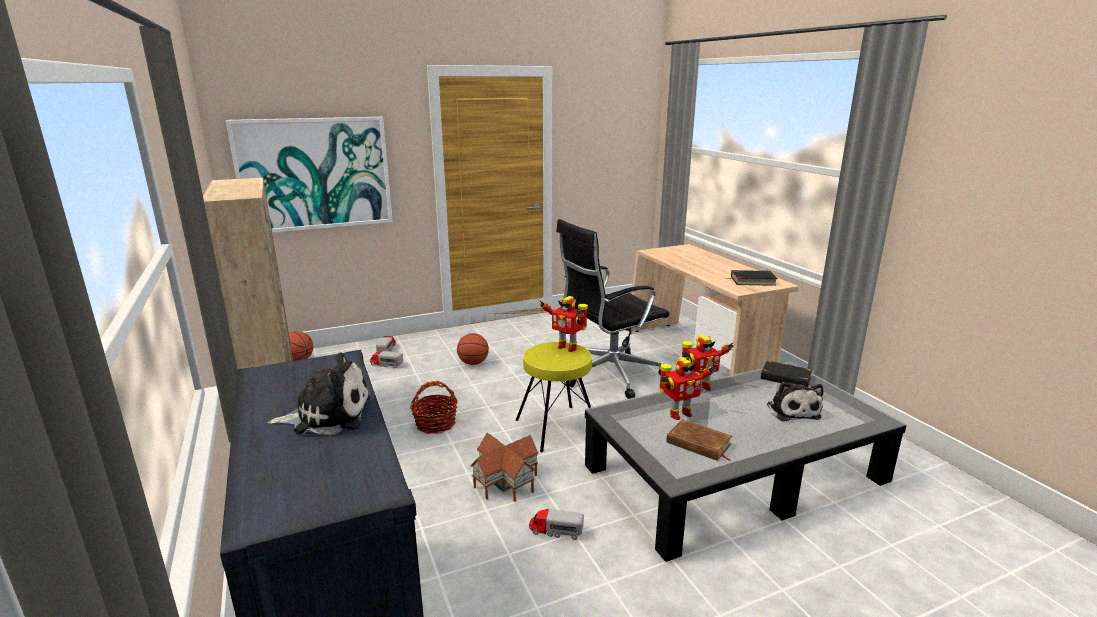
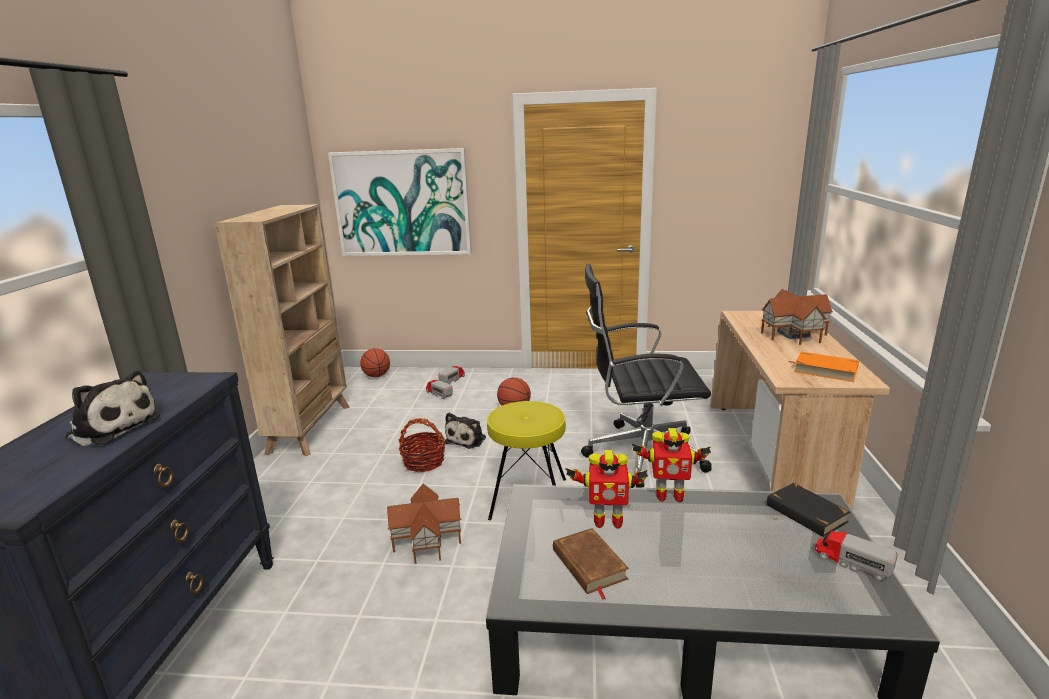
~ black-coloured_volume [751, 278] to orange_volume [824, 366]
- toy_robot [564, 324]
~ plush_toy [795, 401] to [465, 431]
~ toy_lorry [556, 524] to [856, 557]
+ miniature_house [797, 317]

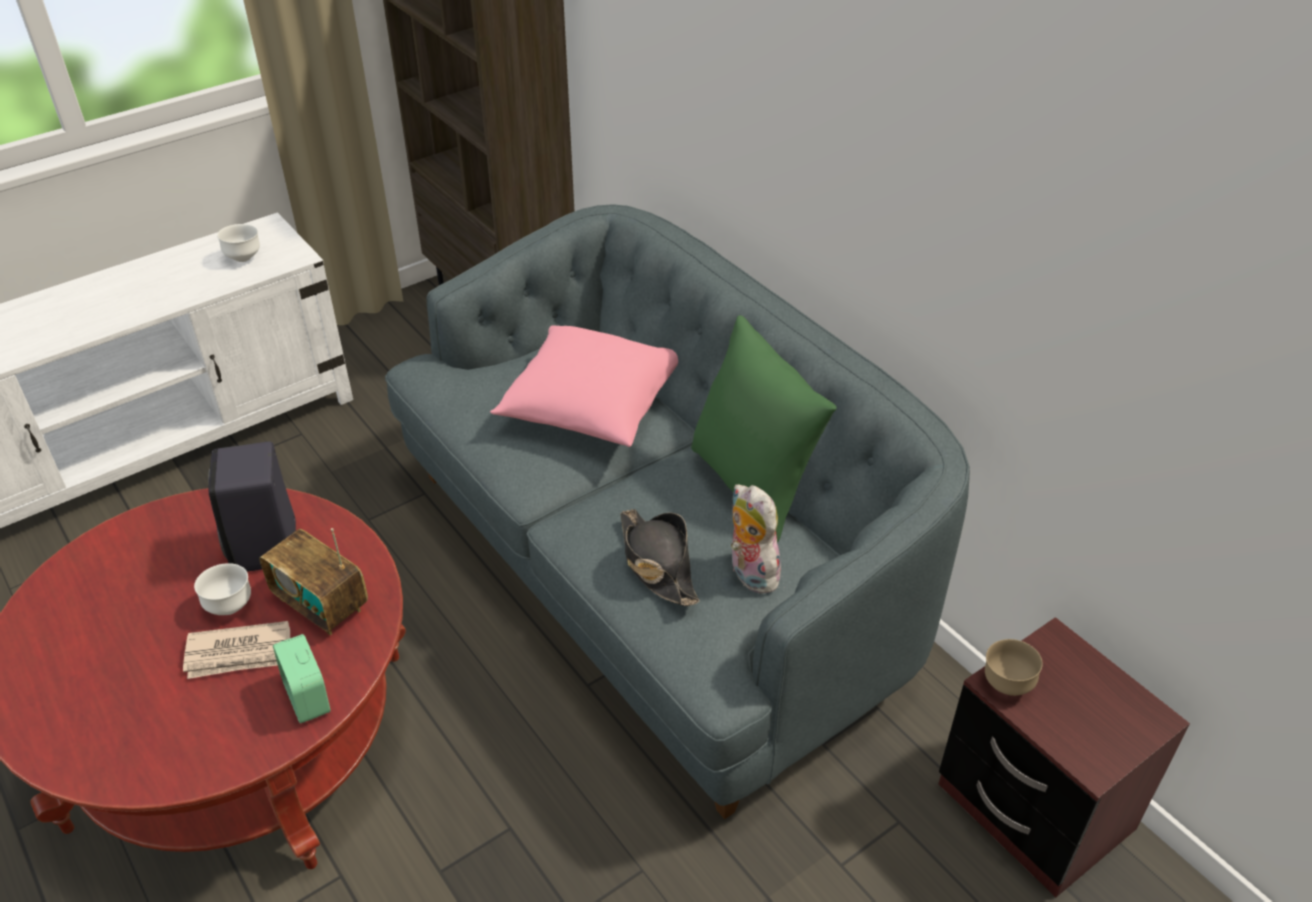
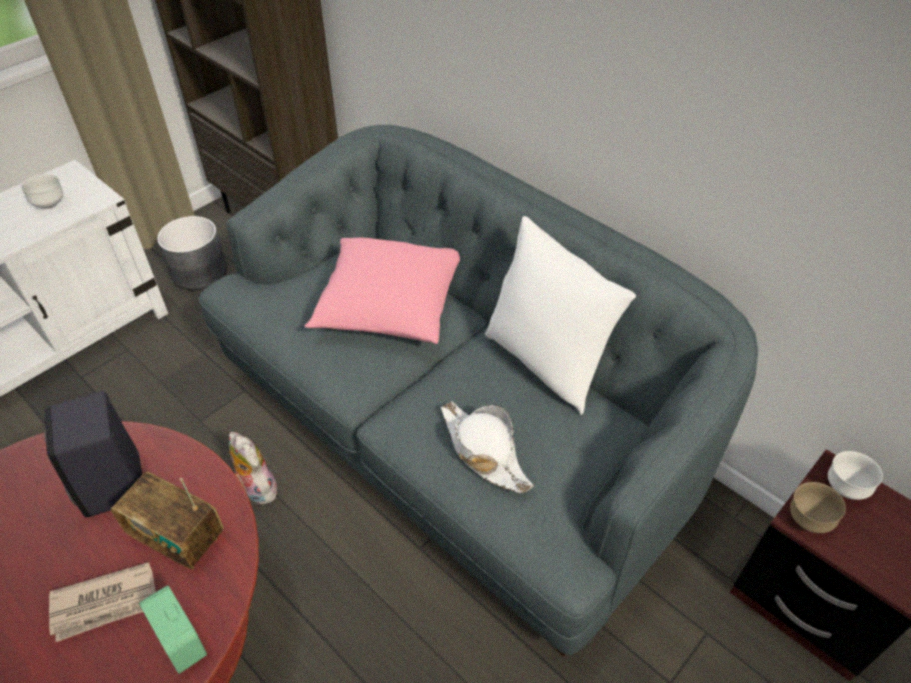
~ greenish_pillow [764, 428] to white_pillow [560, 315]
~ plush_toy [756, 538] to [253, 468]
~ black-coloured_wearable_hat [659, 557] to white_wearable_hat [487, 447]
~ white_serving_bowl [222, 589] to [855, 475]
+ gray_plant_pot [192, 253]

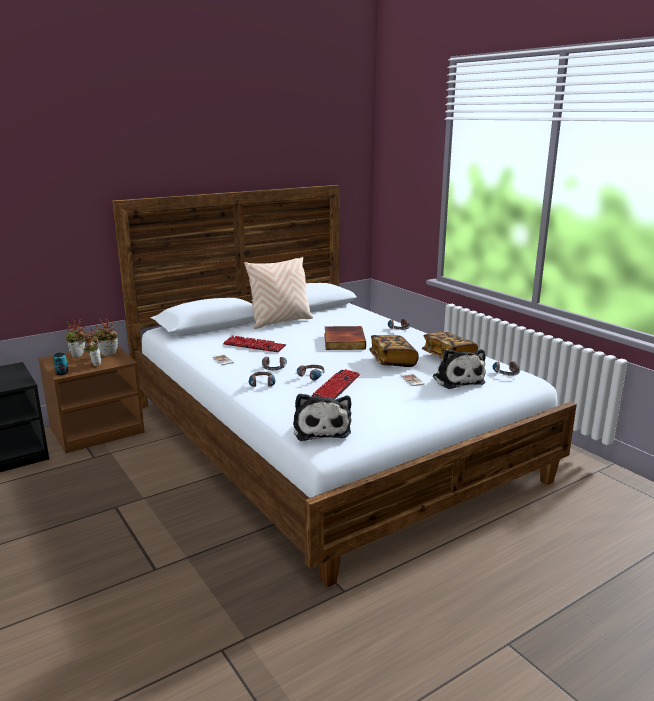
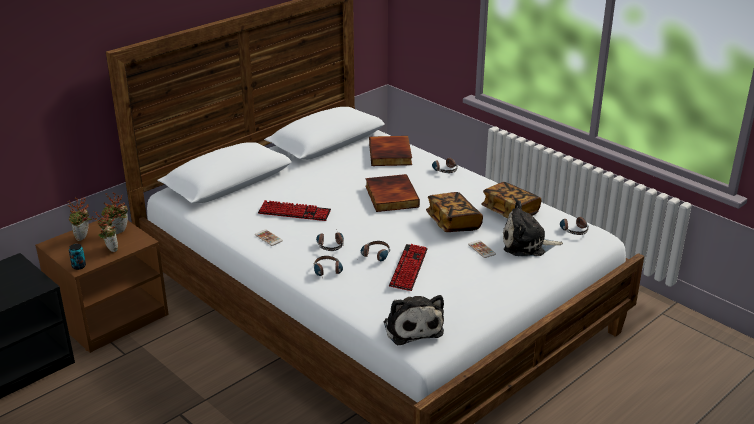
- beige_pillow [278, 293]
~ plush_toy [459, 369] = [533, 228] 120 degrees clockwise
+ volume [390, 151]

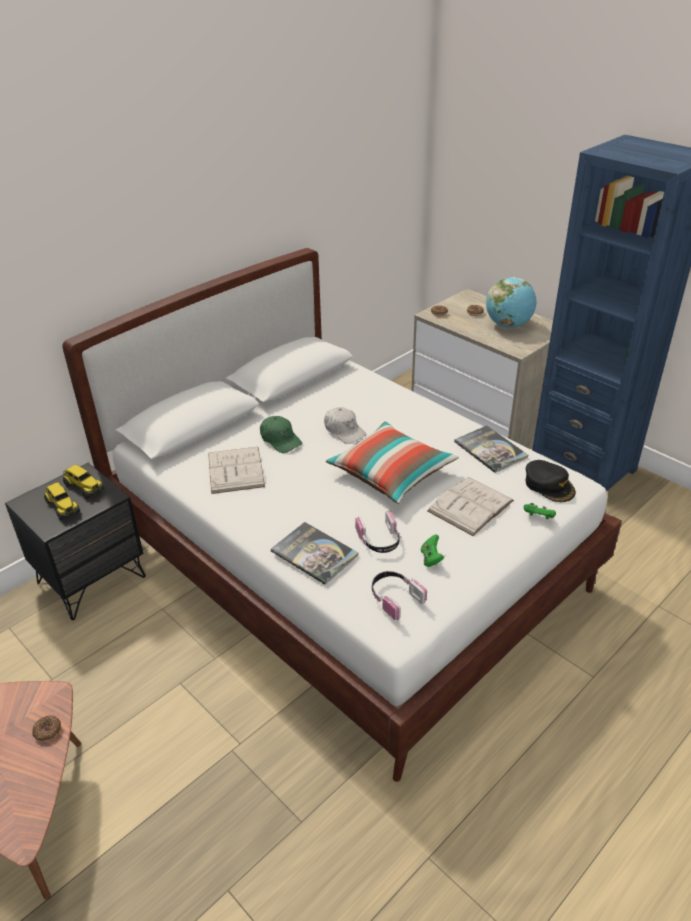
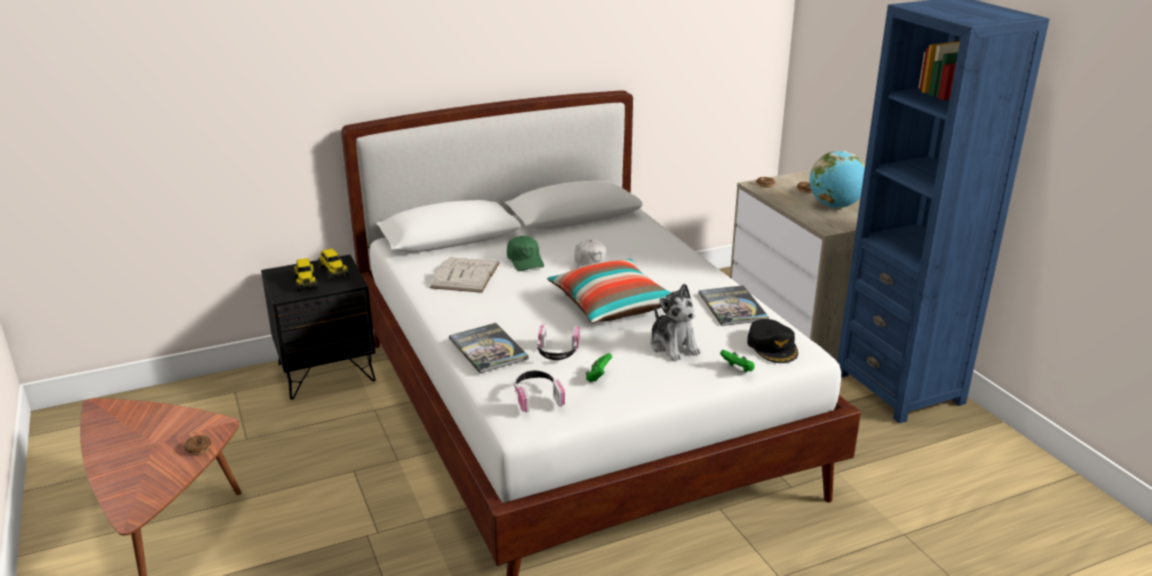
~ white_volume [470, 506] to plush_toy [675, 322]

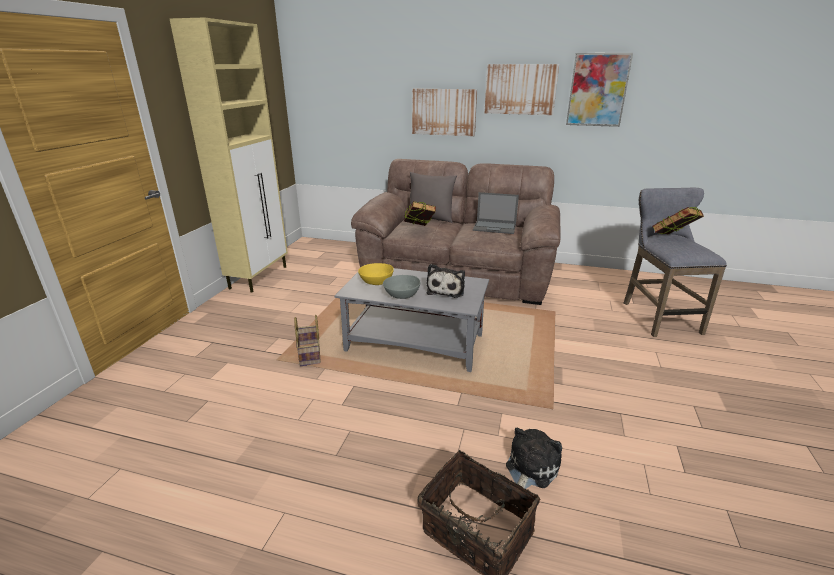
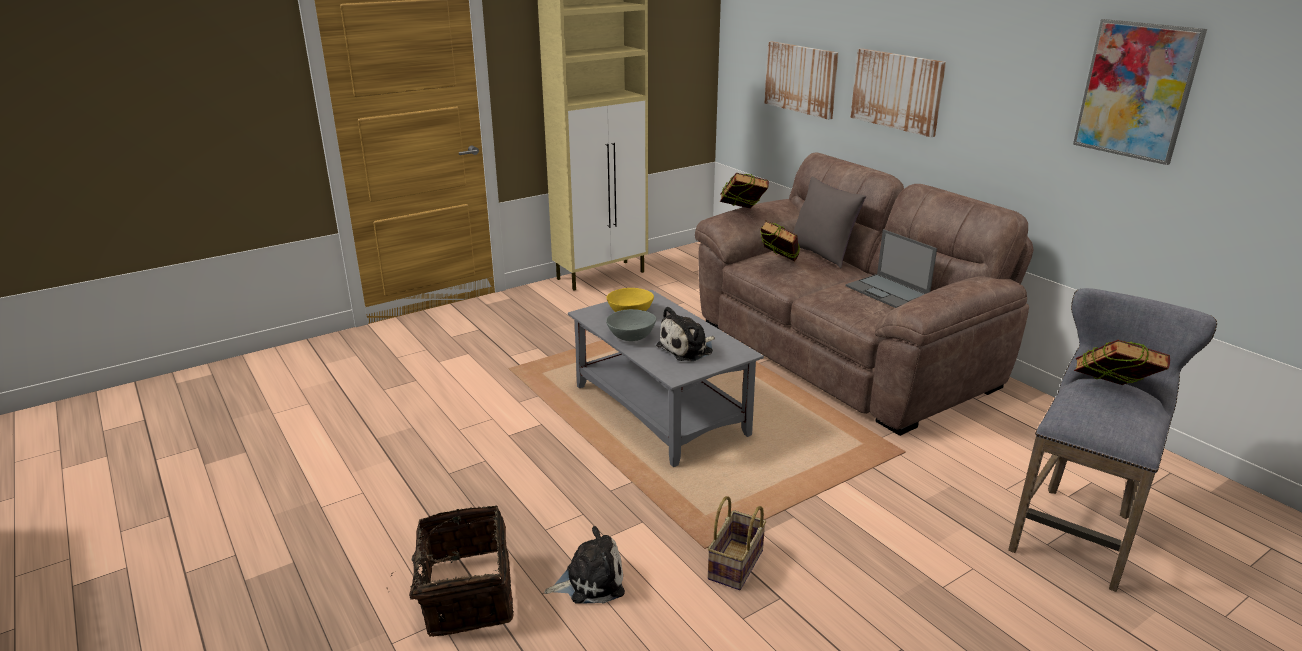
~ wall_art [521, 89] to [802, 80]
~ storage_basket [307, 340] to [737, 543]
+ volume [744, 191]

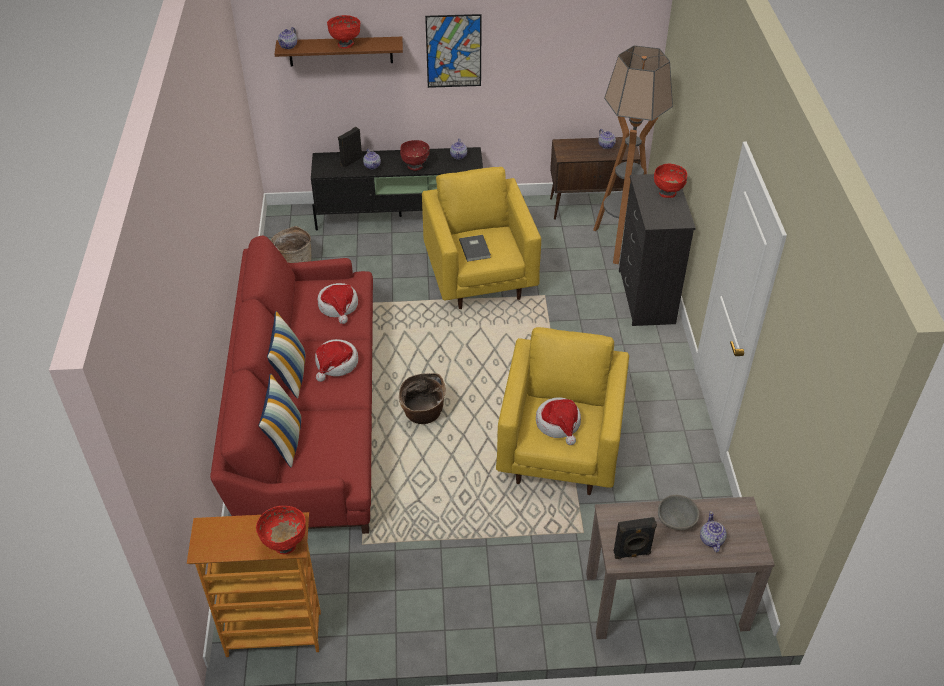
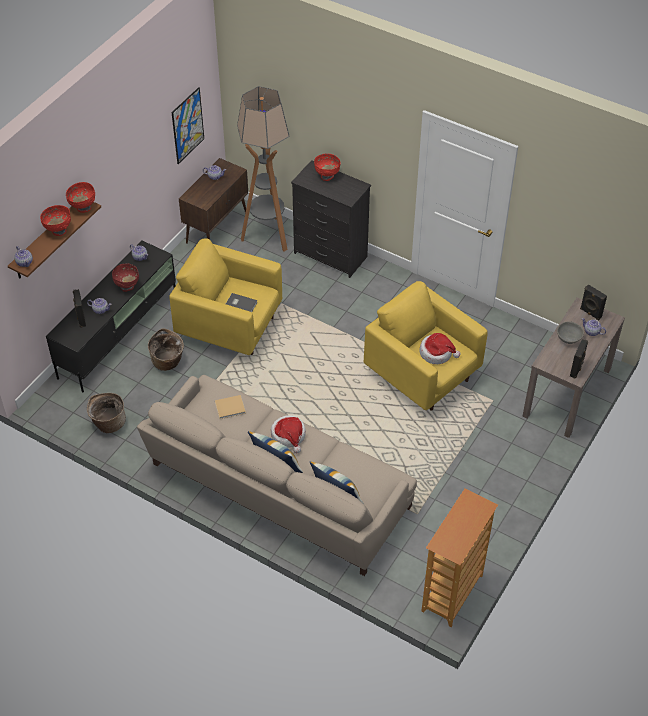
~ wall_art [453, 51] to [188, 125]
~ red_couch [291, 384] to beige_couch [277, 475]
~ wearable_hat [338, 303] to beige_volume [230, 407]
~ storage_basket [422, 398] to [166, 349]
~ red_serving_bowl [281, 530] to [80, 197]
+ black-coloured_speaker [593, 302]

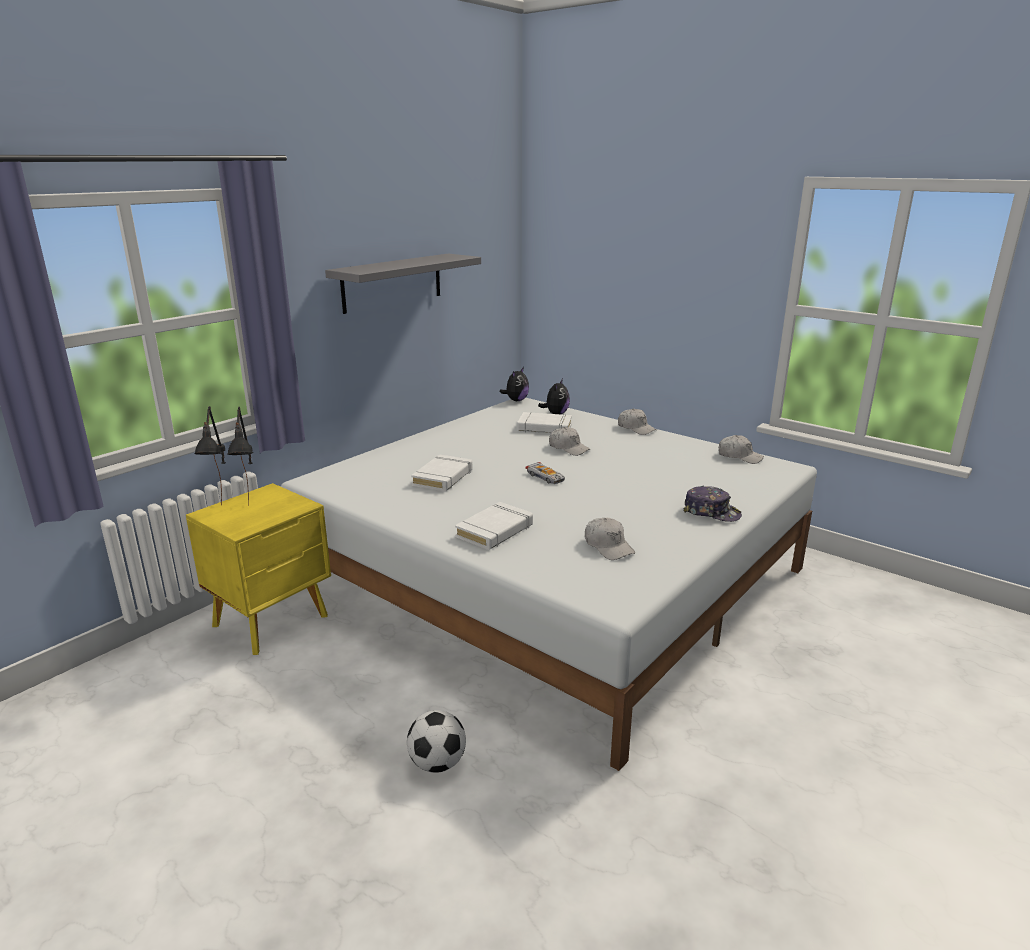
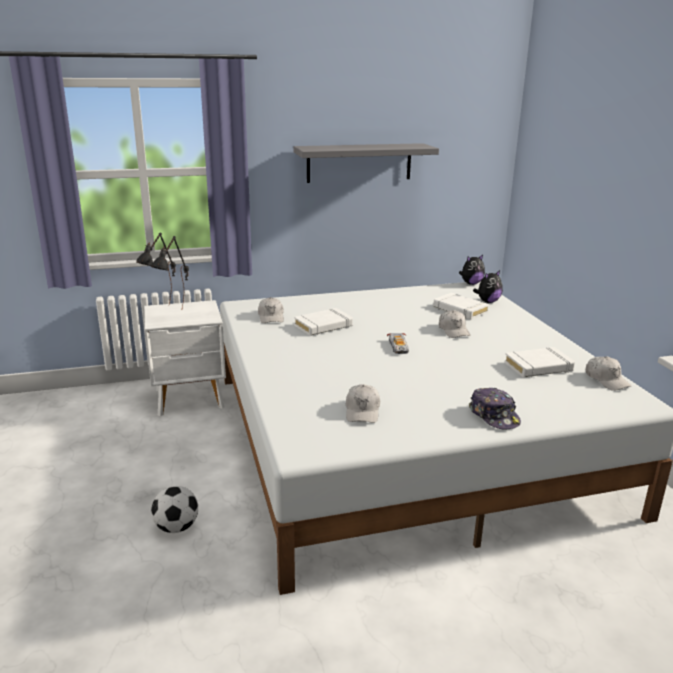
~ white_cap [637, 421] to [271, 310]
~ yellow-coloured_night_table [258, 569] to white_night_table [185, 358]
~ white_volume [494, 526] to [539, 362]

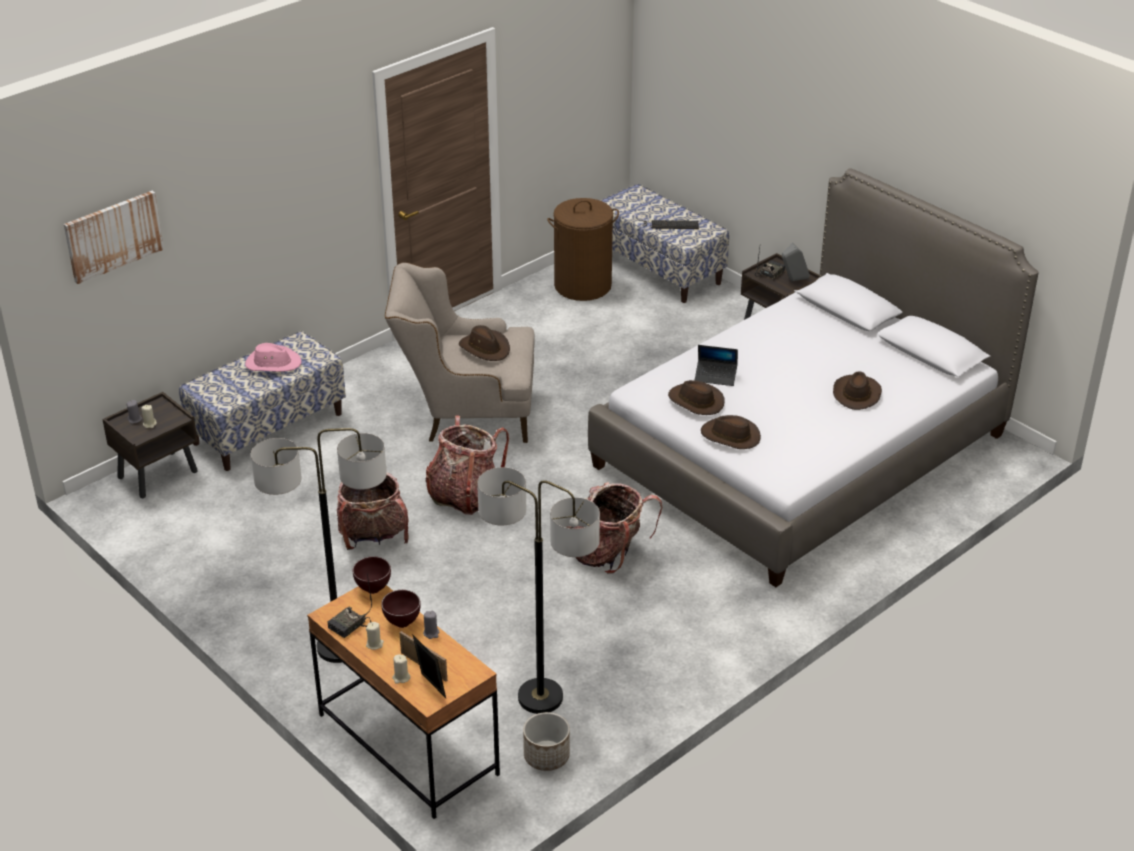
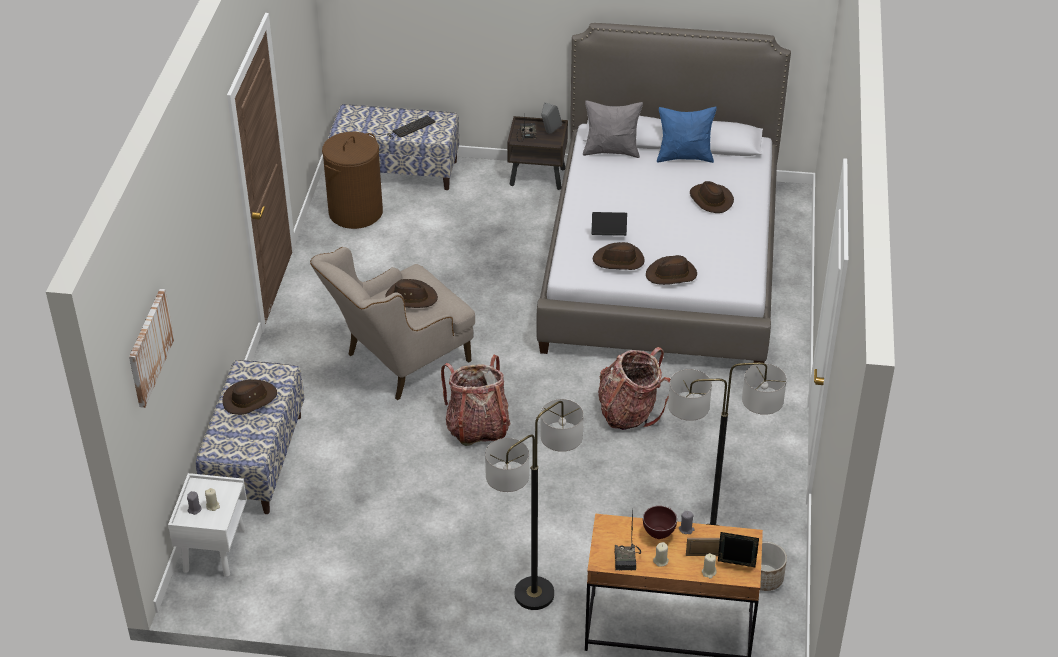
~ pink-coloured_wearable_hat [273, 357] to brownish_wearable_hat [250, 397]
~ laptop [716, 365] = [609, 224] 150 degrees counterclockwise
~ brownish_night_table [150, 445] to white_night_table [207, 525]
- knapsack [373, 511]
- brownish_serving_bowl [372, 575]
+ gray_pillow [613, 129]
+ bluish_pillow [687, 135]

